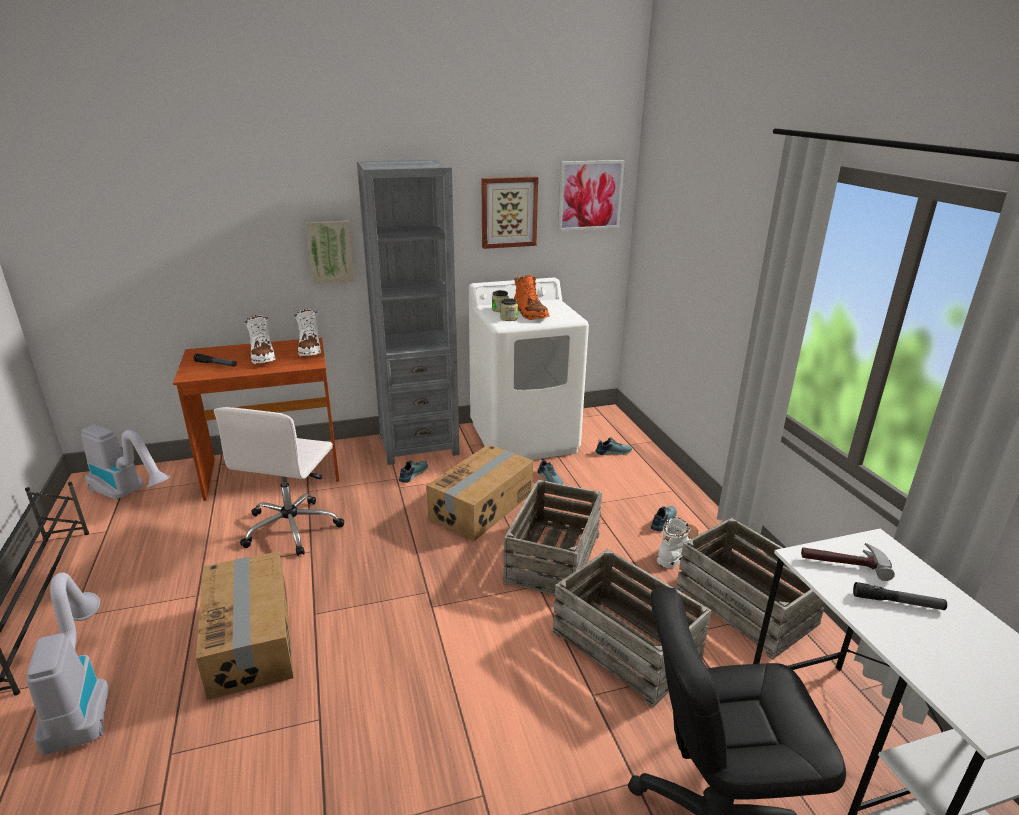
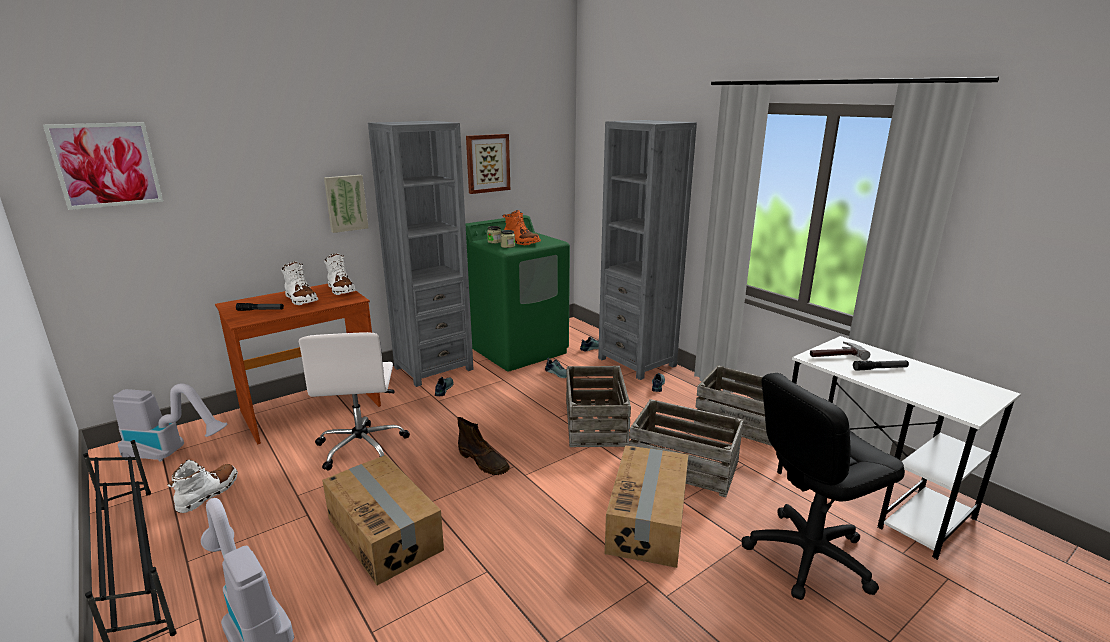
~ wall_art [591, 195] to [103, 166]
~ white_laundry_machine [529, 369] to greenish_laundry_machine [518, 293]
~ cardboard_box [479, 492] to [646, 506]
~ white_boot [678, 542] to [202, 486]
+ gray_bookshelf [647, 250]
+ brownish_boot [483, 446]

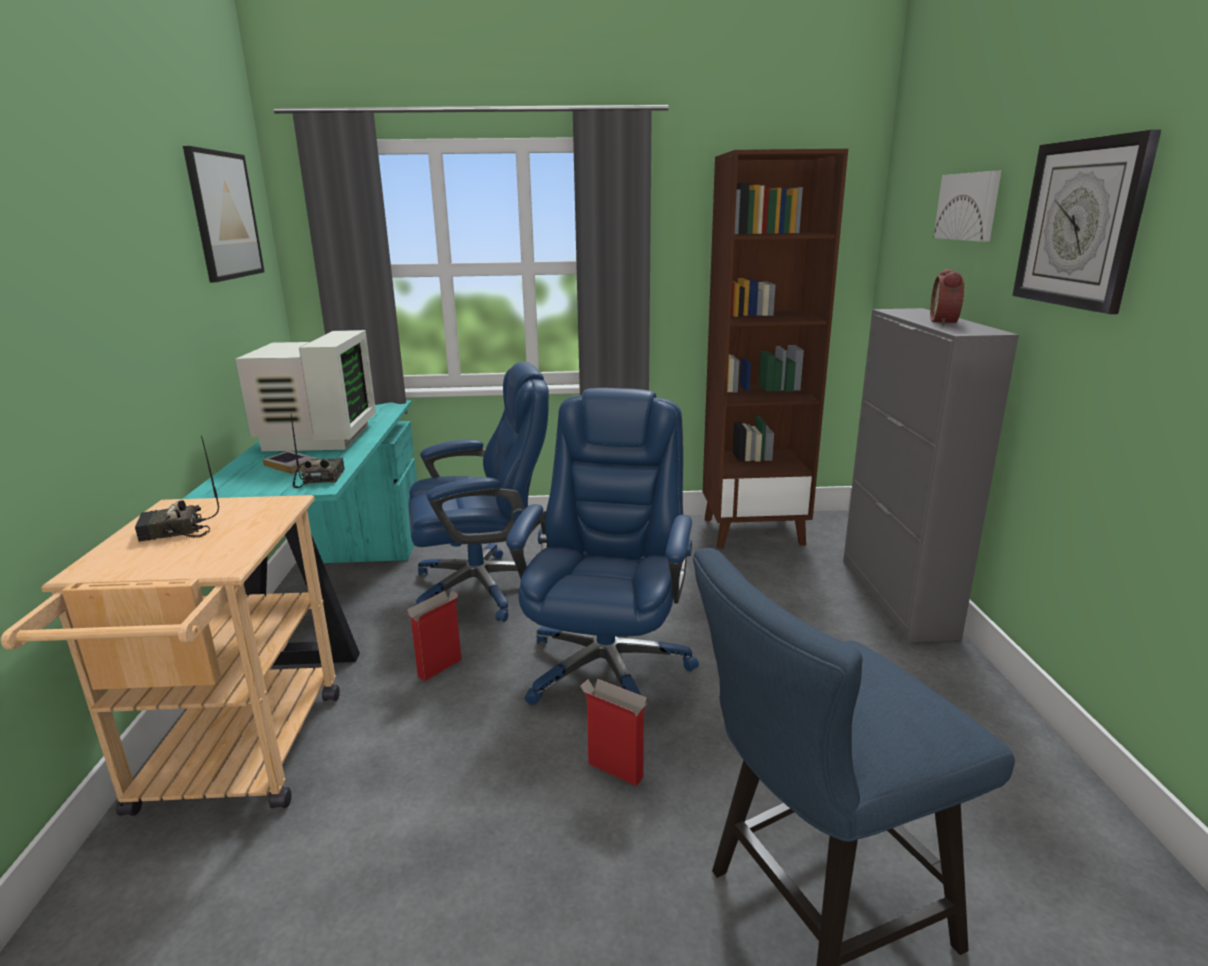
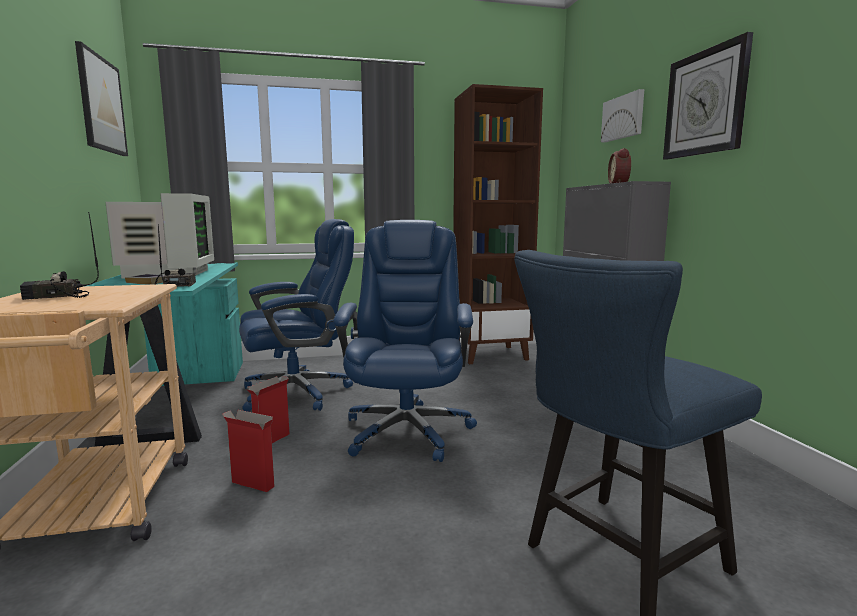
~ cardboard_box [614, 732] to [248, 451]

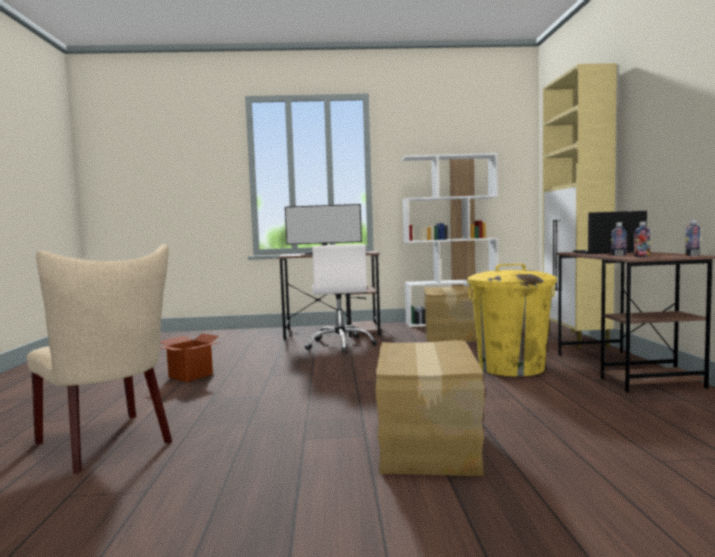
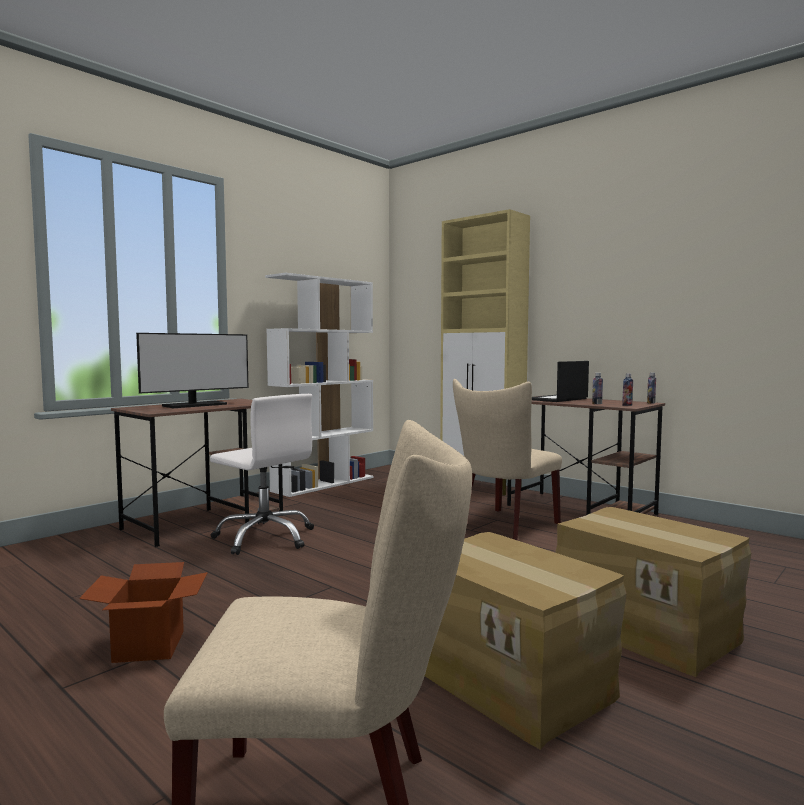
~ yellow-coloured_waste_bin [512, 320] to beige_plain_chair [507, 459]
~ cardboard_box [450, 314] to [526, 641]

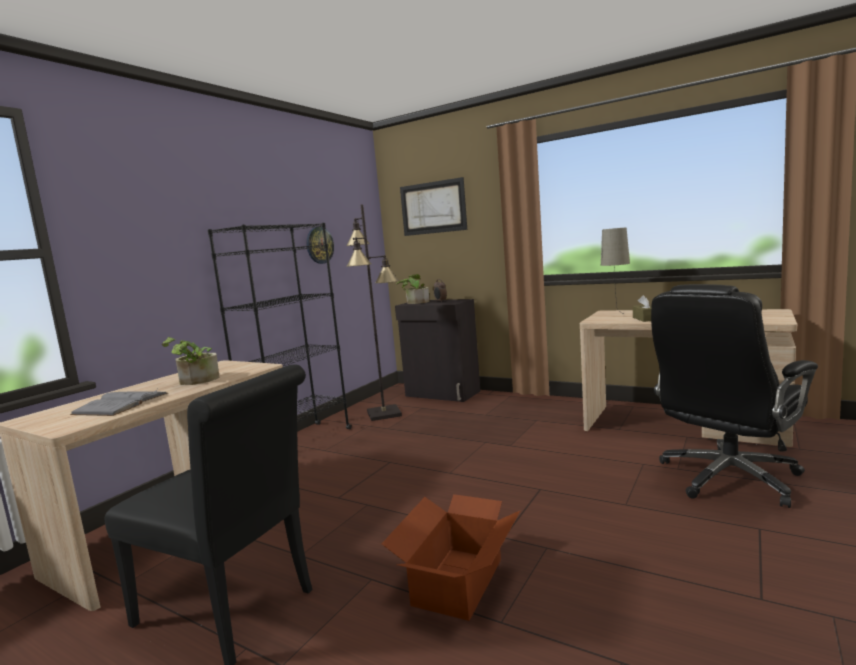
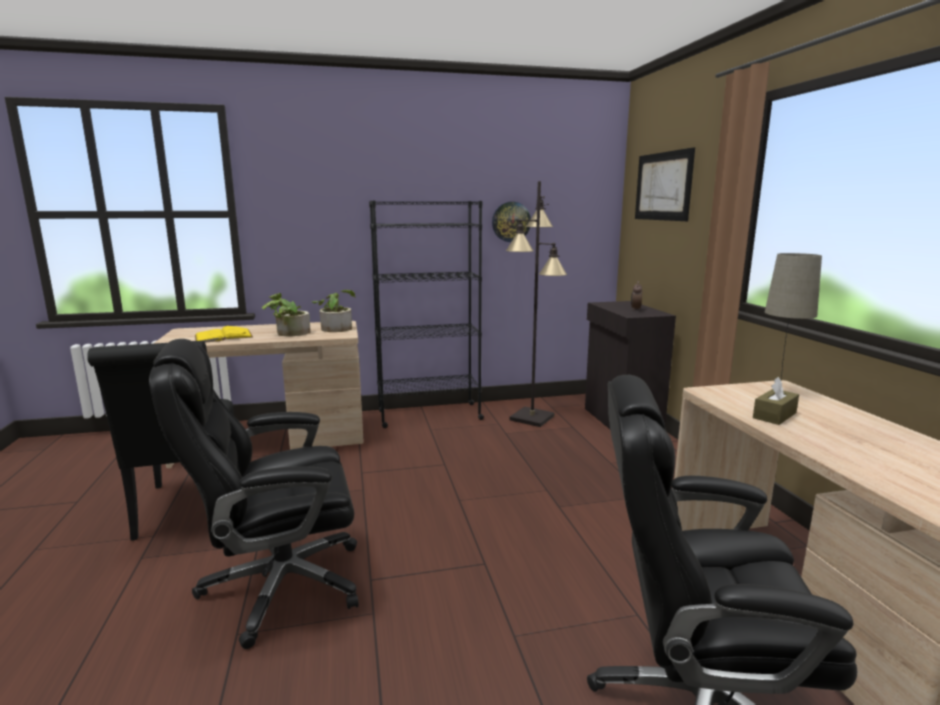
~ potted_plant [413, 289] to [334, 311]
~ gray_volume [119, 402] to yellow-coloured_volume [224, 334]
~ cardboard_box [451, 557] to black-coloured_desk_chair [254, 494]

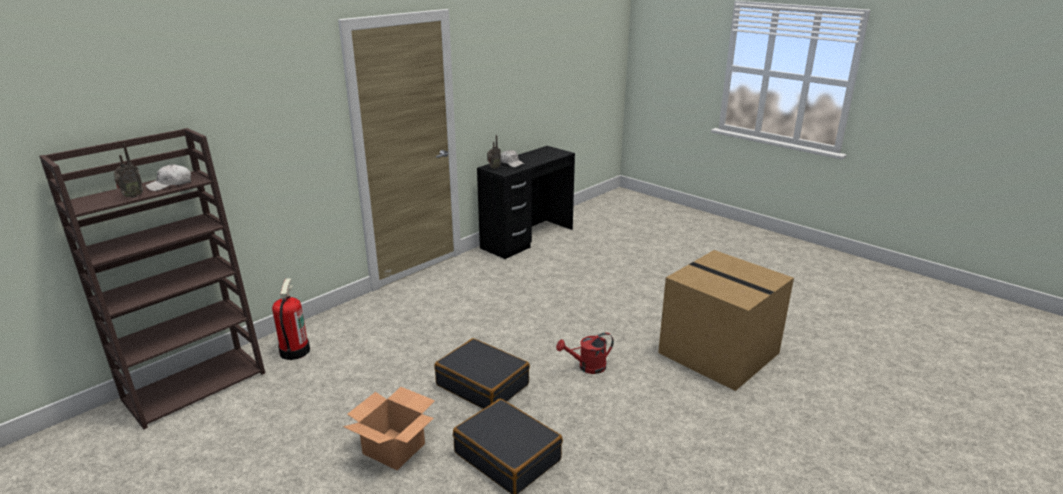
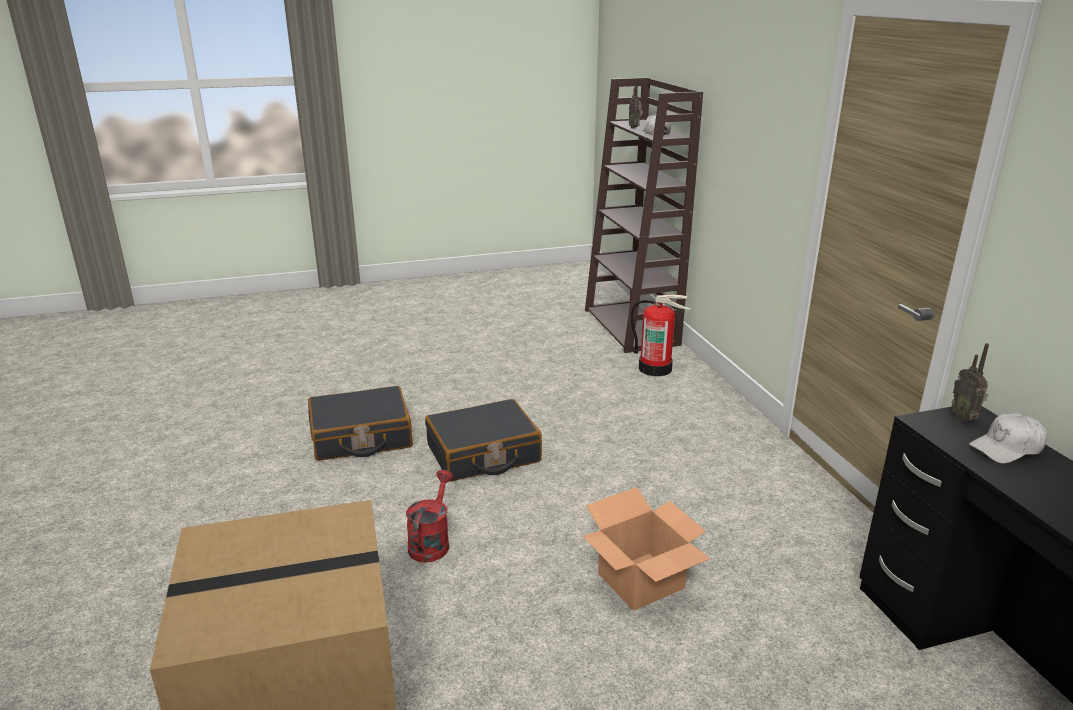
~ cardboard_box [389, 428] to [646, 549]

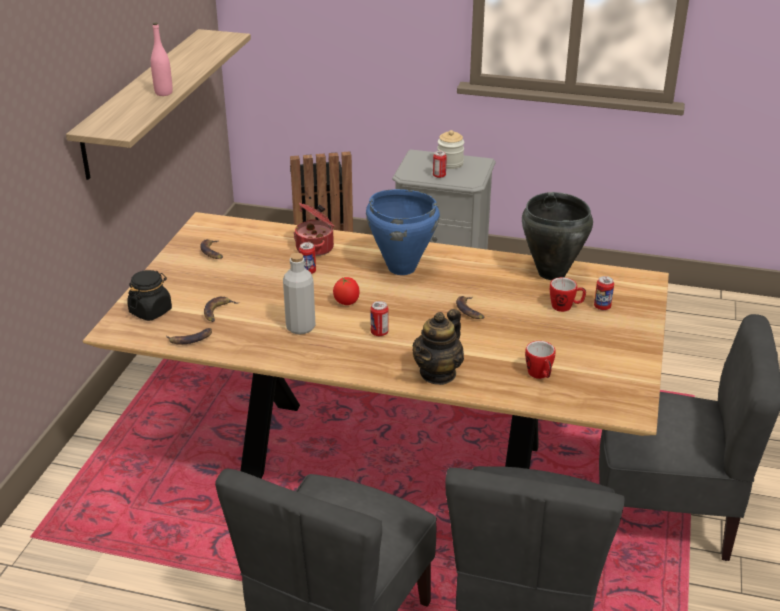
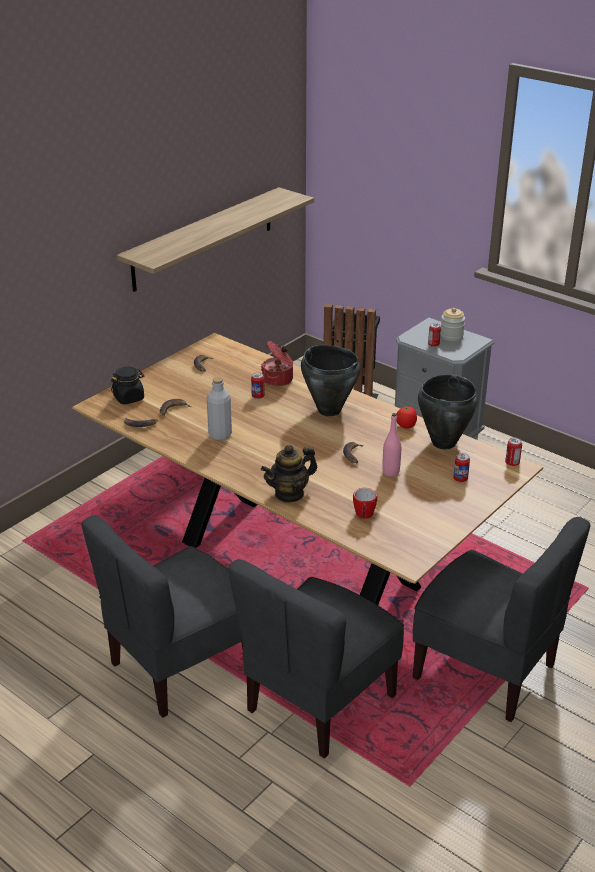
~ pink-coloured_bottle [162, 59] to [391, 444]
~ bluish_cooking_pot [403, 232] to black-coloured_cooking_pot [331, 380]
~ tomato [346, 291] to [407, 417]
- mug [568, 294]
~ metal_can [379, 318] to [513, 452]

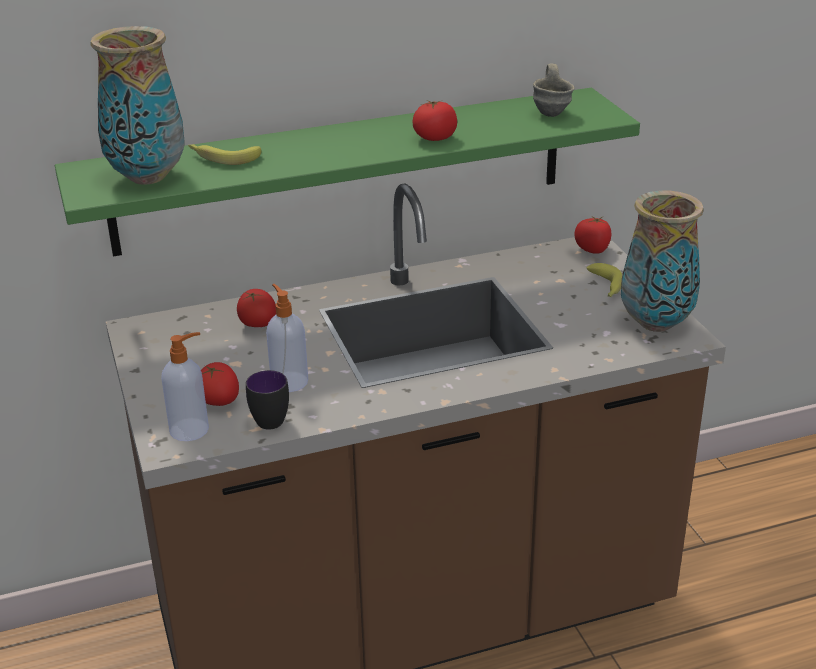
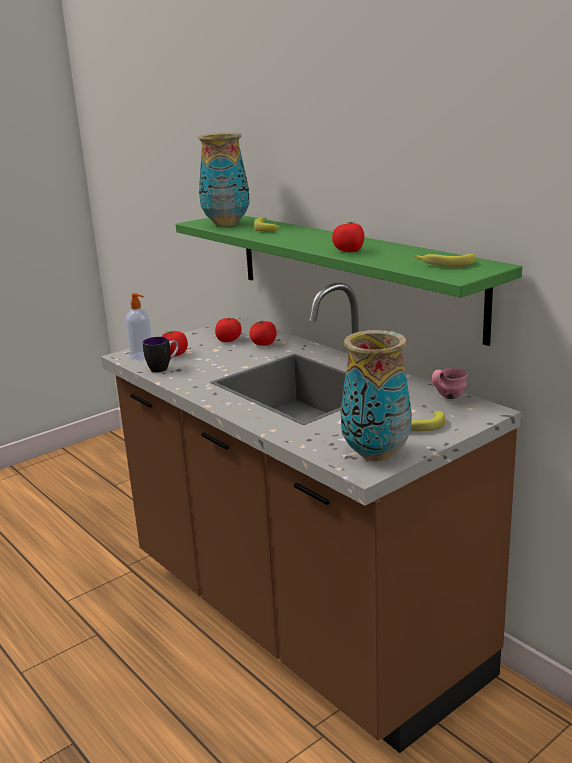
~ gray_mug [554, 90] to banana_fruit [444, 260]
~ tomato [593, 235] to [228, 330]
- soap_dispenser [287, 338]
+ pink-coloured_mug [450, 383]

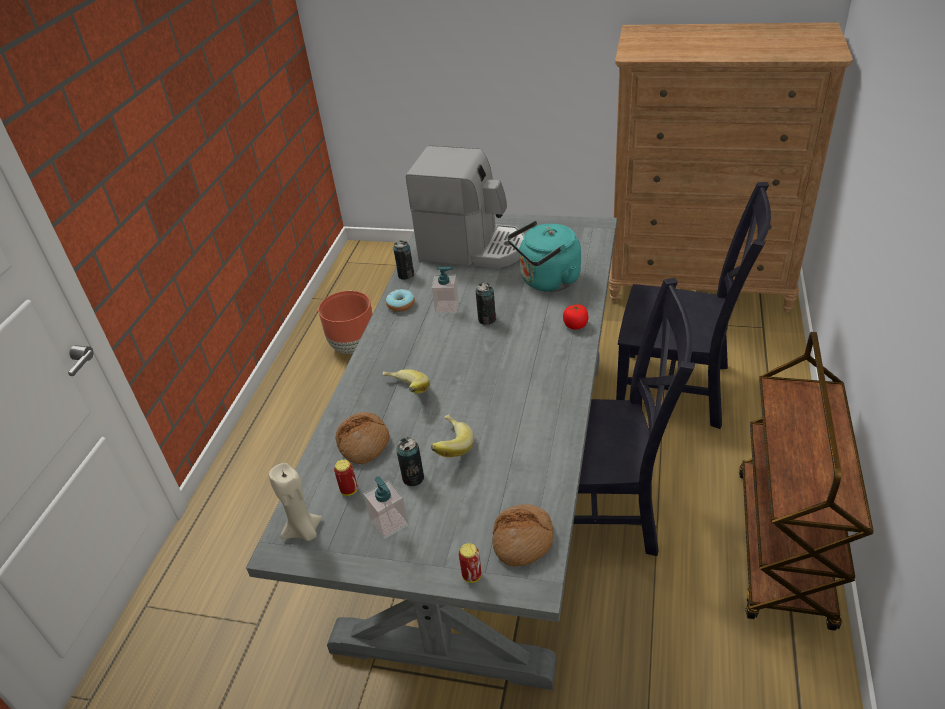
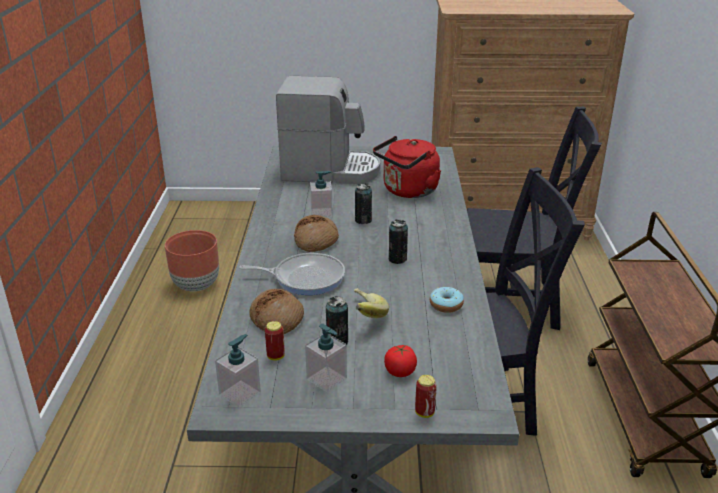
~ turquoise_tea_kettle [544, 256] to red_tea_kettle [407, 167]
~ metal_can [403, 260] to [398, 242]
~ ring_doughnut [400, 300] to [447, 300]
~ tomato [576, 317] to [400, 361]
~ banana_fruit [406, 381] to frying_pan [292, 274]
~ beige_candle [295, 502] to soap_dispenser [238, 371]
~ baked_bread [523, 535] to [316, 233]

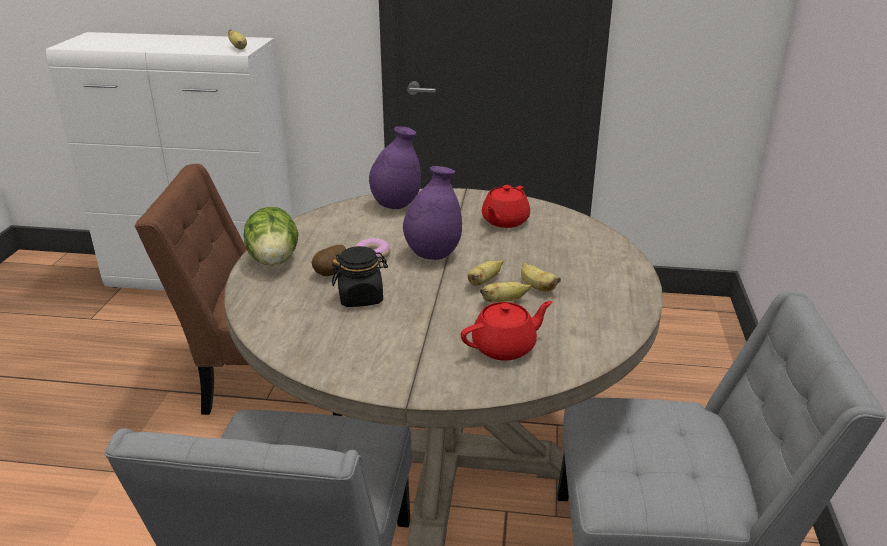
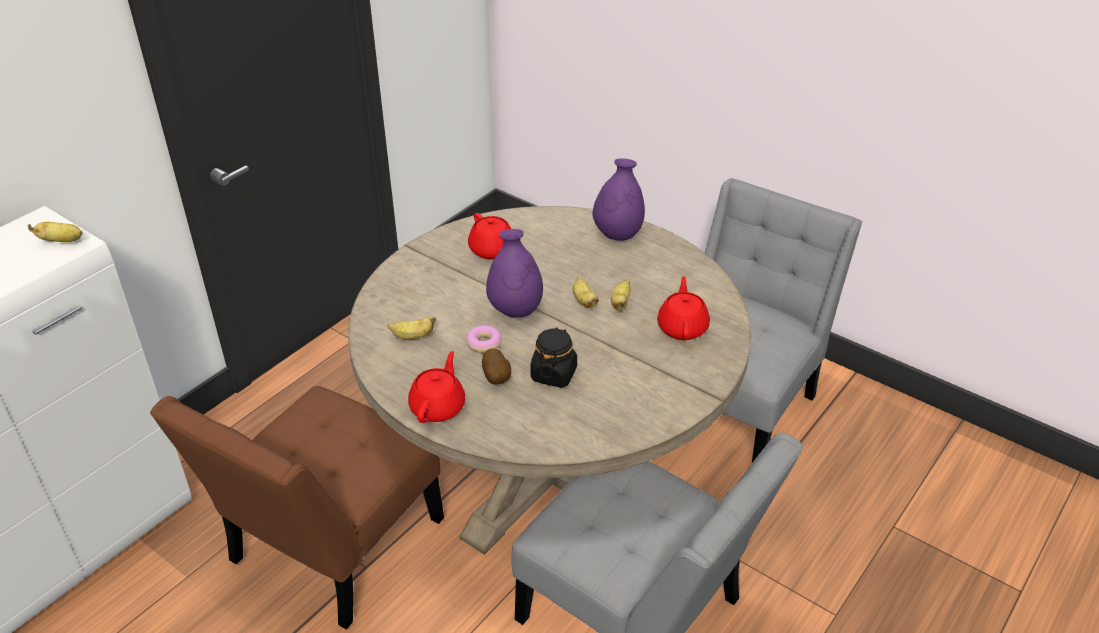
~ purple-coloured_decorative_vase [395, 167] to [619, 199]
~ lettuce [271, 236] to red_teapot [436, 387]
~ banana_fruit [541, 277] to [412, 328]

